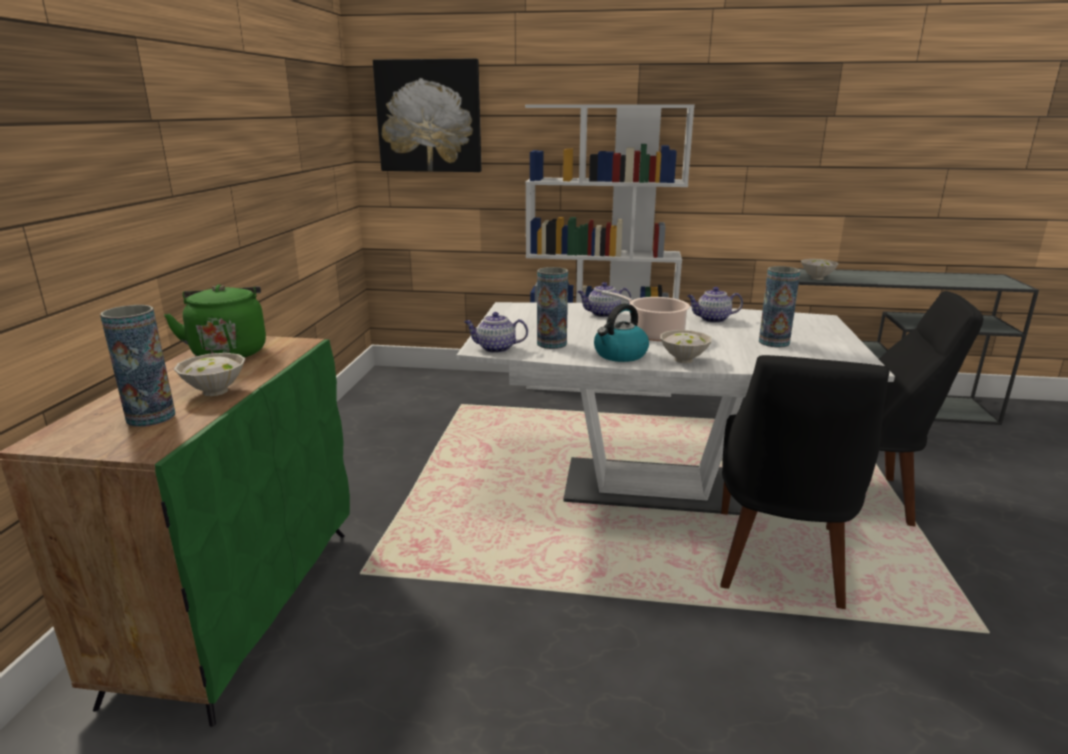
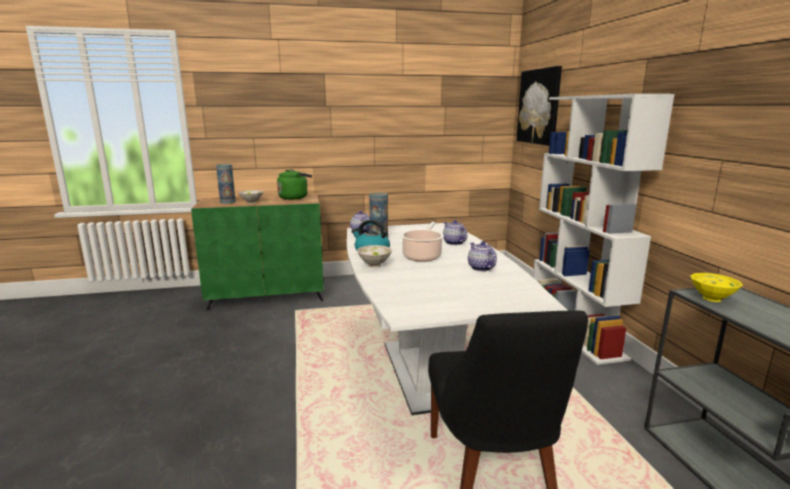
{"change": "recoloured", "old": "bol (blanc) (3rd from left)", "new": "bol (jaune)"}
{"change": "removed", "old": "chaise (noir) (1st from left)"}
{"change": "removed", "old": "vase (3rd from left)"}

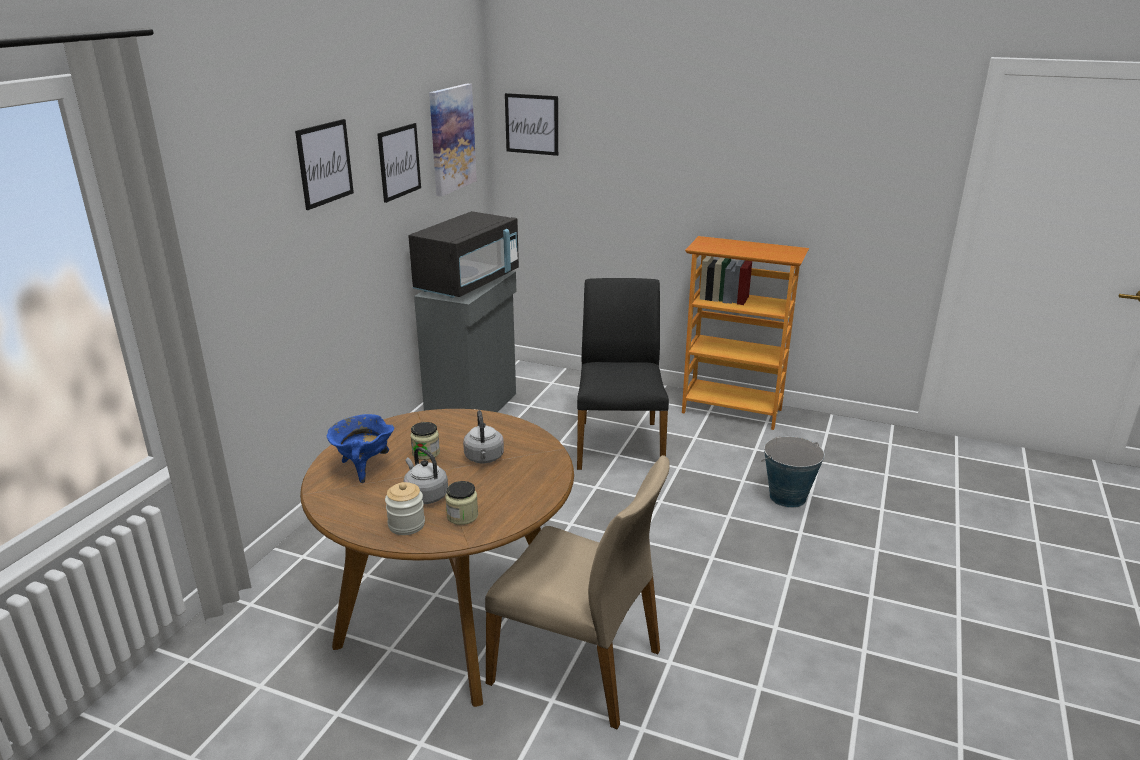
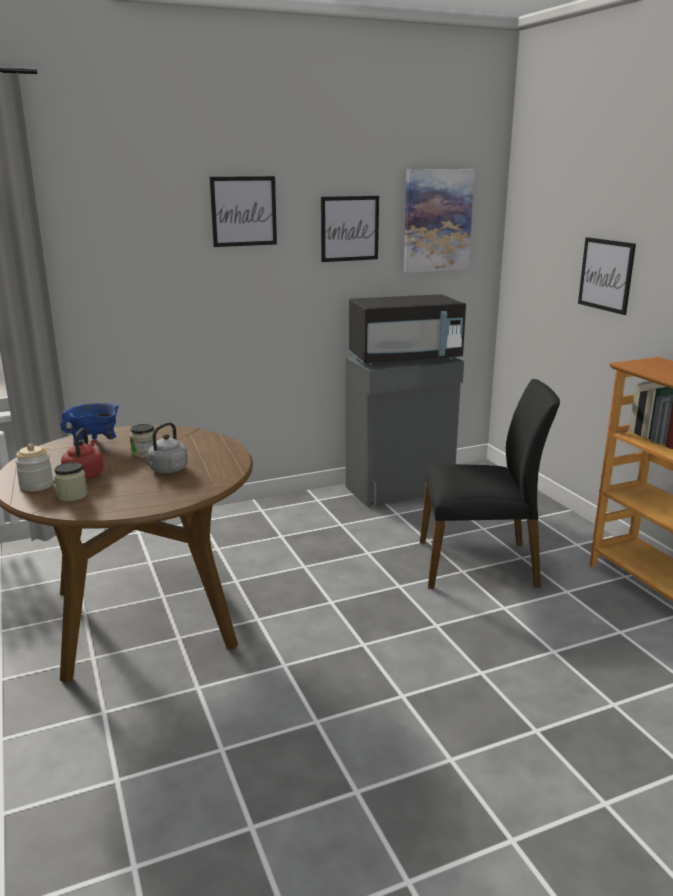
{"change": "recoloured", "old": "bouilloire (gris) (1st from left)", "new": "bouilloire (rouge)"}
{"change": "turned", "old": "chaise (noir)", "degrees": 45}
{"change": "moved", "old": "tableau (4th from left)"}
{"change": "removed", "old": "chaise (beige)"}
{"change": "removed", "old": "seau"}

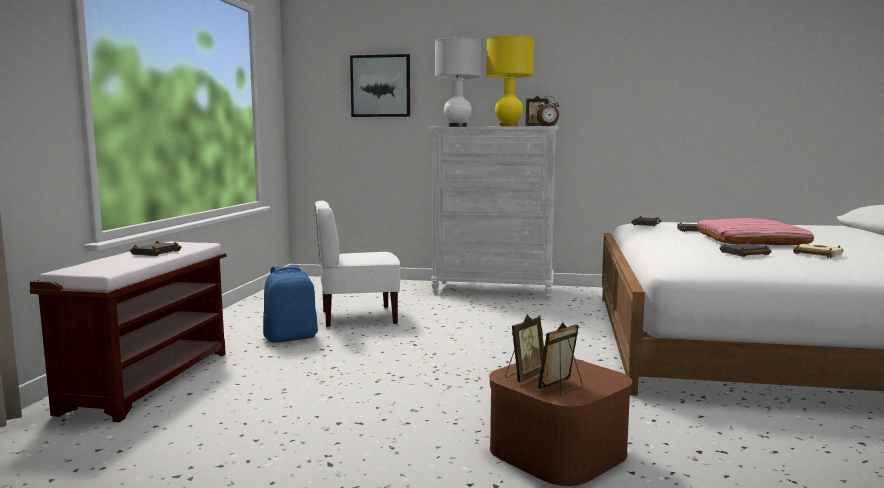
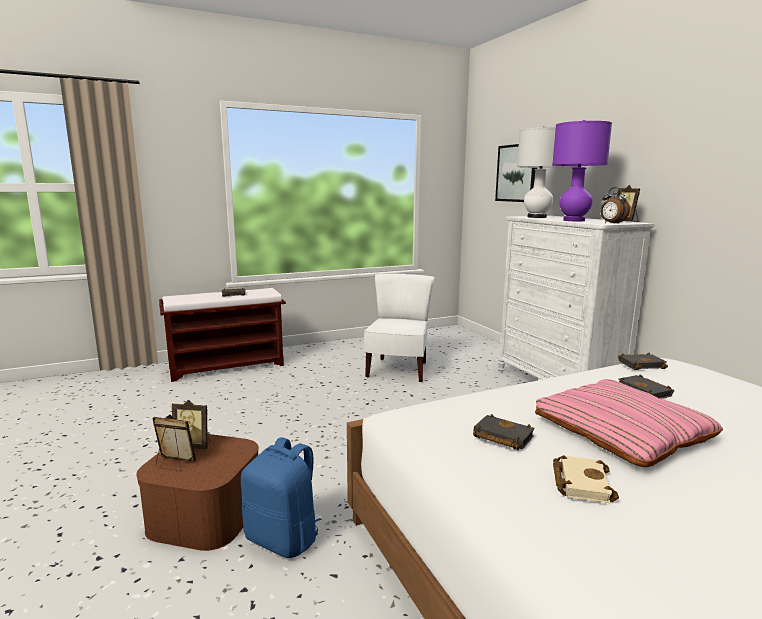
{"change": "moved", "old": "sac à dos (bleu)"}
{"change": "turned", "old": "chaise (blanc)", "degrees": 60}
{"change": "recoloured", "old": "lampe de table (jaune)", "new": "lampe de table (violet)"}

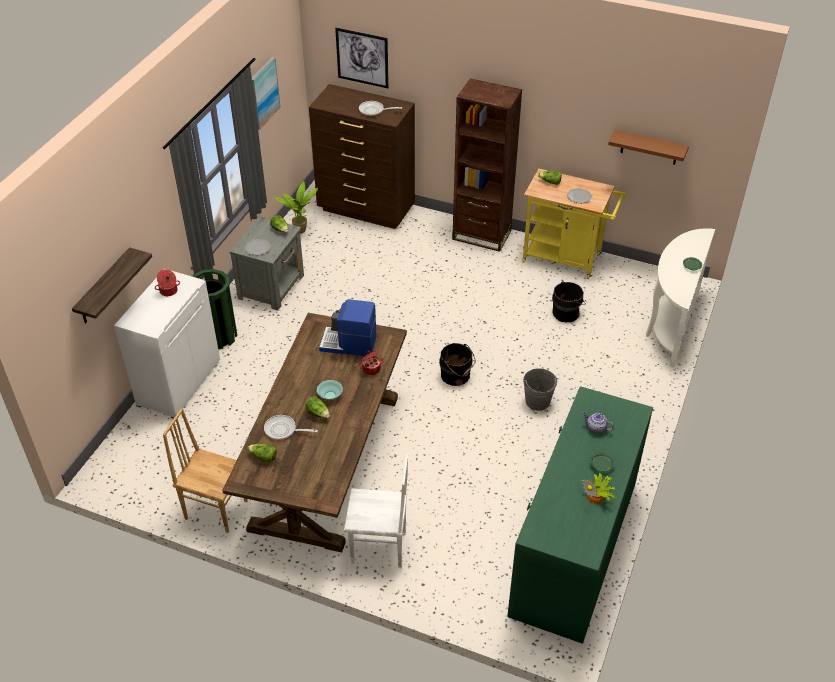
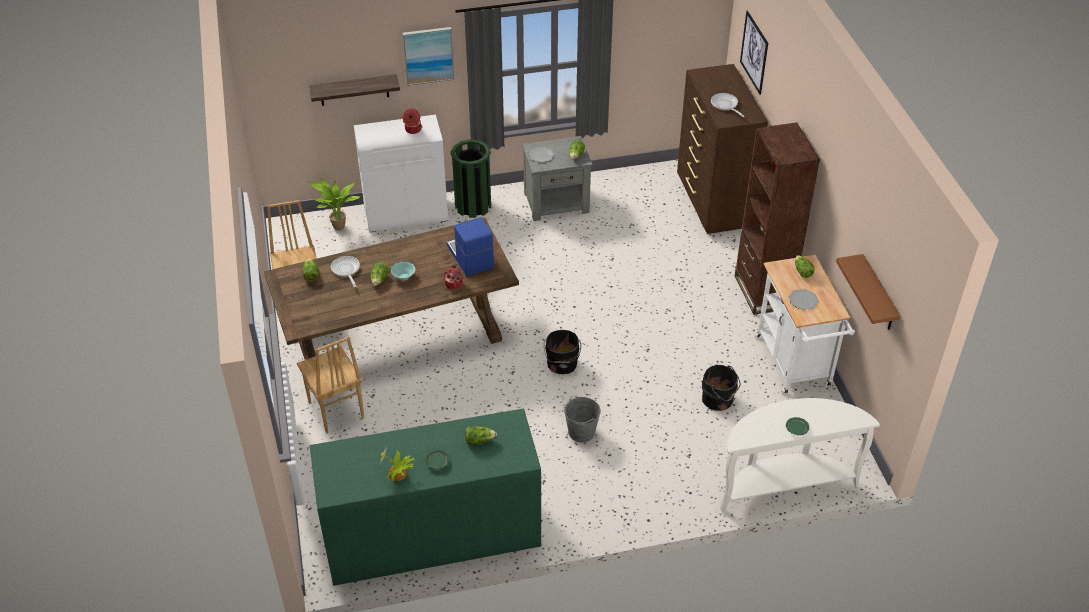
{"change": "recoloured", "old": "chaise (blanc)", "new": "chaise (marron) (2nd from left)"}
{"change": "moved", "old": "plante en pot (1st from left)"}
{"change": "moved", "old": "tableau (1st from left)"}
{"change": "replaced", "old": "théière", "new": "laitue (3rd from left)"}
{"change": "recoloured", "old": "chariot (jaune)", "new": "chariot (blanc)"}

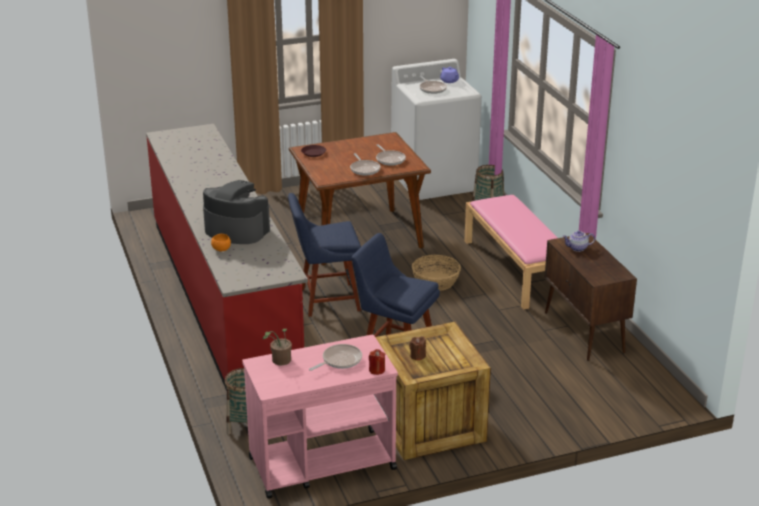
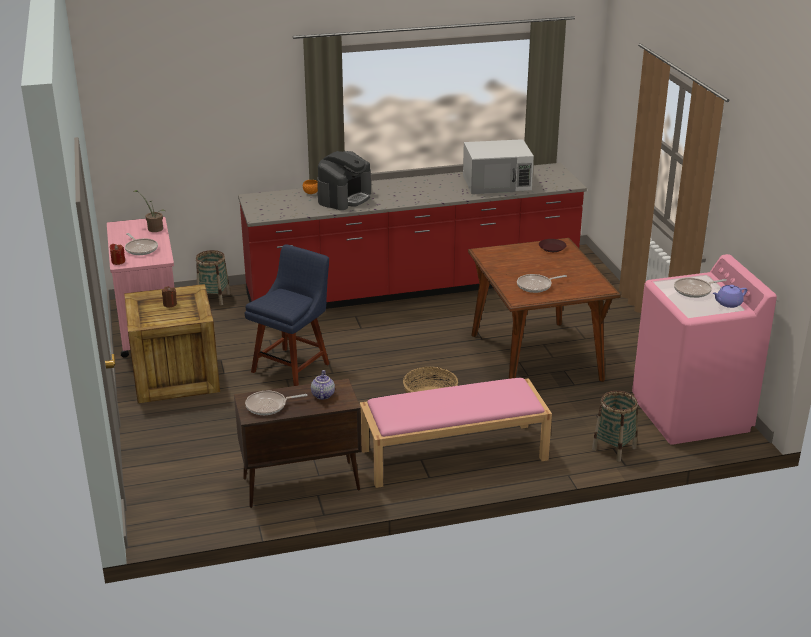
{"change": "moved", "old": "poêle (2nd from left)"}
{"change": "added", "new": "micro-ondes (blanc)"}
{"change": "recoloured", "old": "lave-linge (blanc)", "new": "lave-linge (rose)"}
{"change": "removed", "old": "chaise (bleu) (1st from left)"}

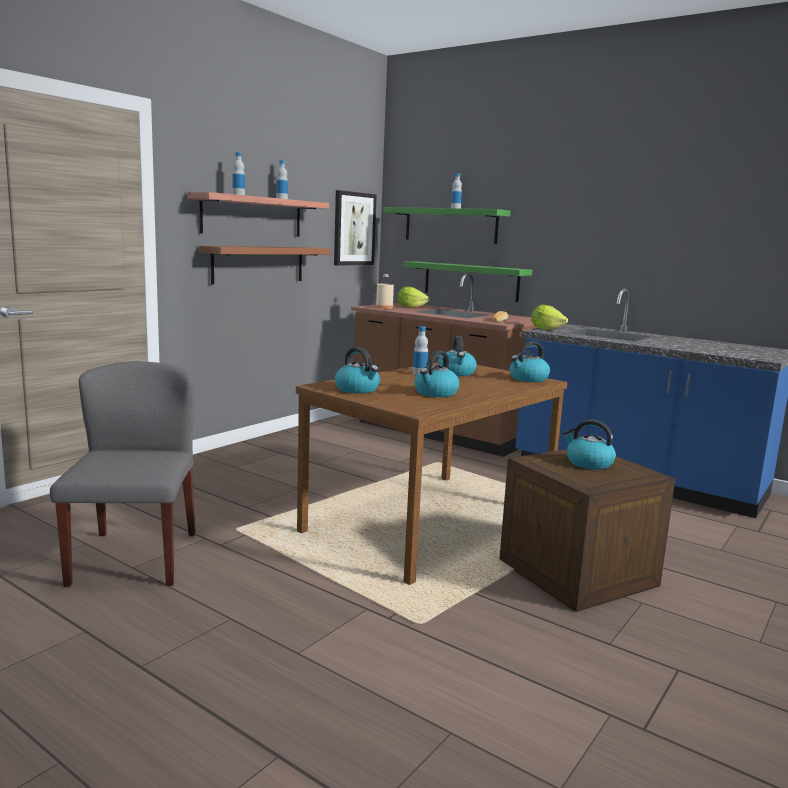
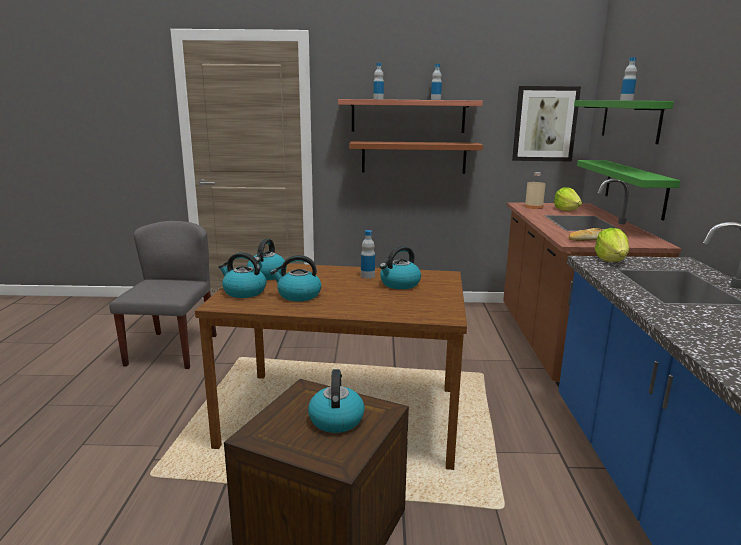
{"change": "turned", "old": "chaise (gris)", "degrees": -45}
{"change": "moved", "old": "bouilloire (4th from left in the first image)", "new": "bouilloire (1st from left)"}

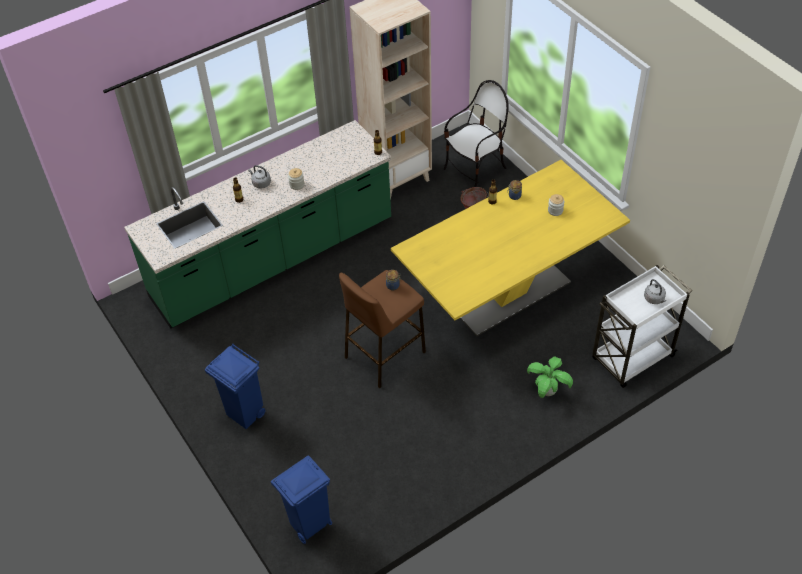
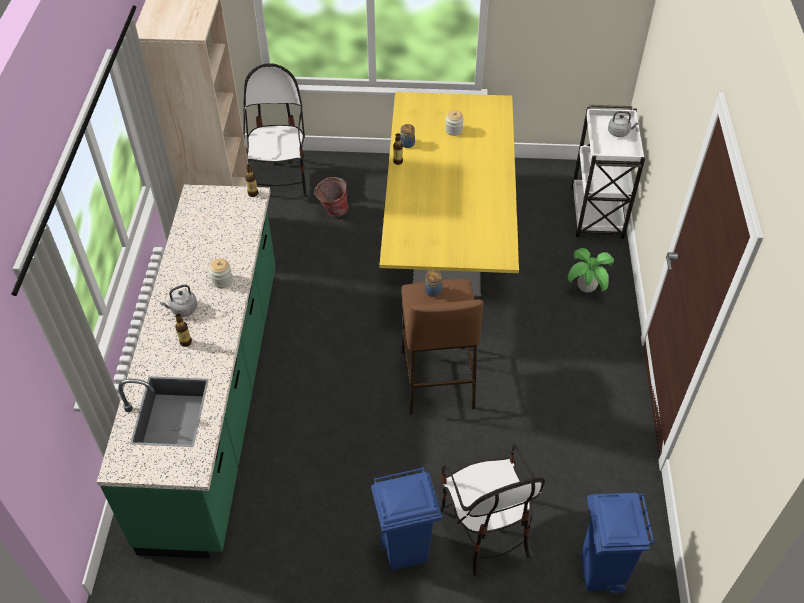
{"change": "added", "new": "chaise (2nd from left)"}

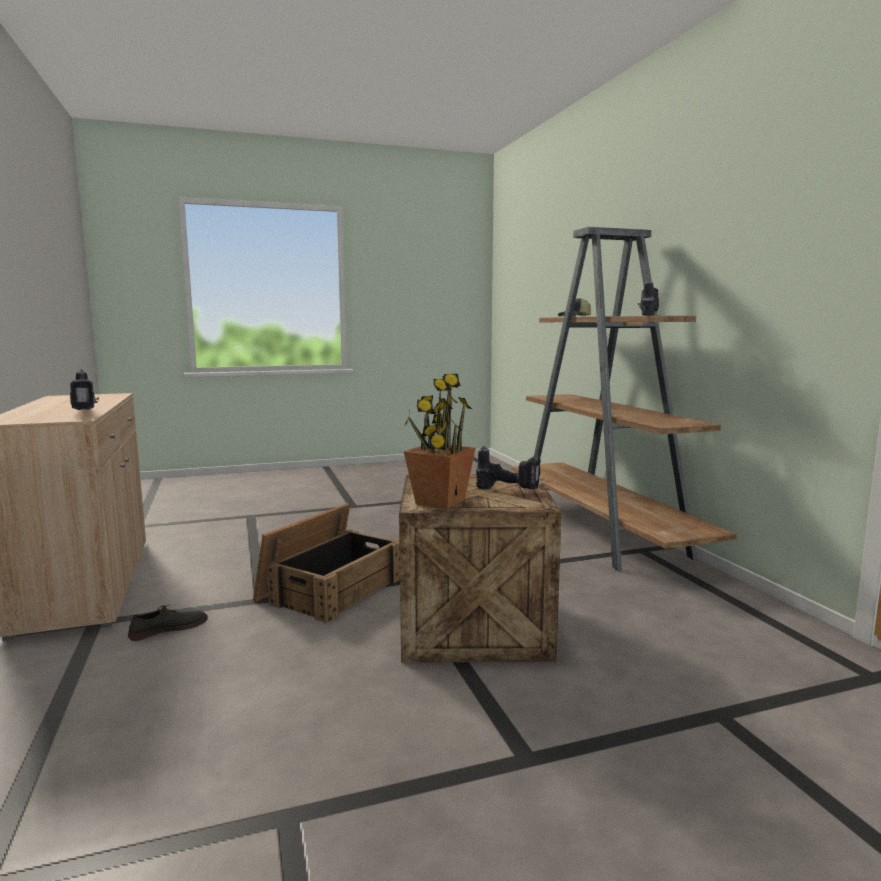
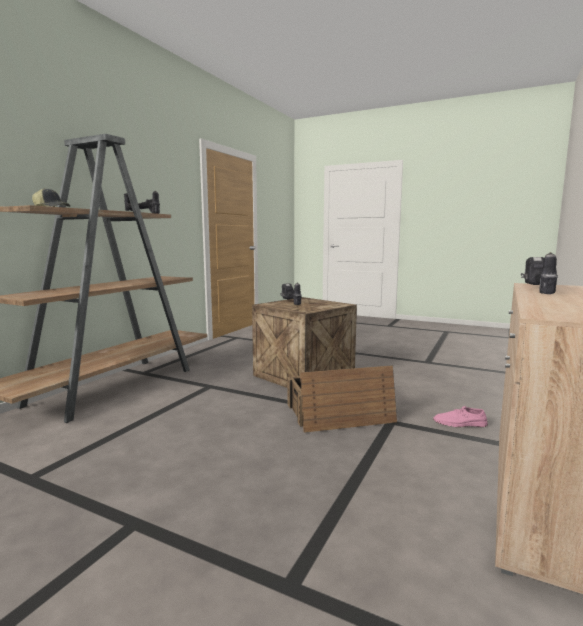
{"change": "recoloured", "old": "chaussure (gris)", "new": "chaussure (rose)"}
{"change": "removed", "old": "plante en pot"}

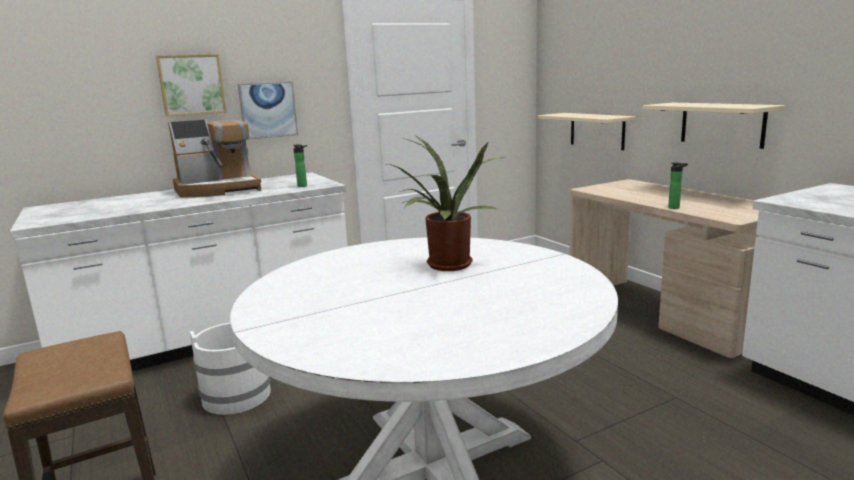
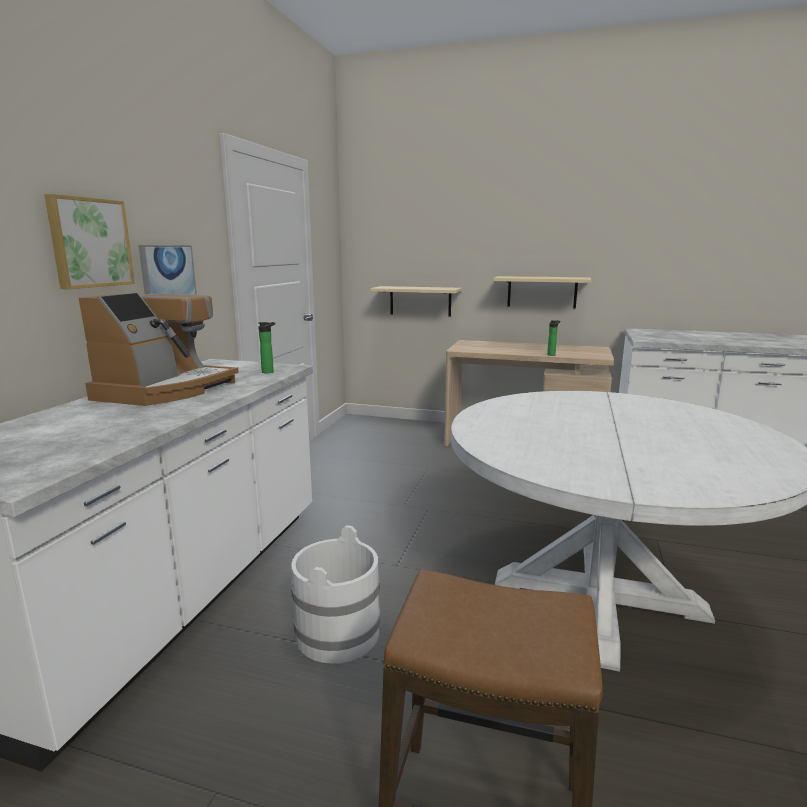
{"change": "removed", "old": "plante en pot"}

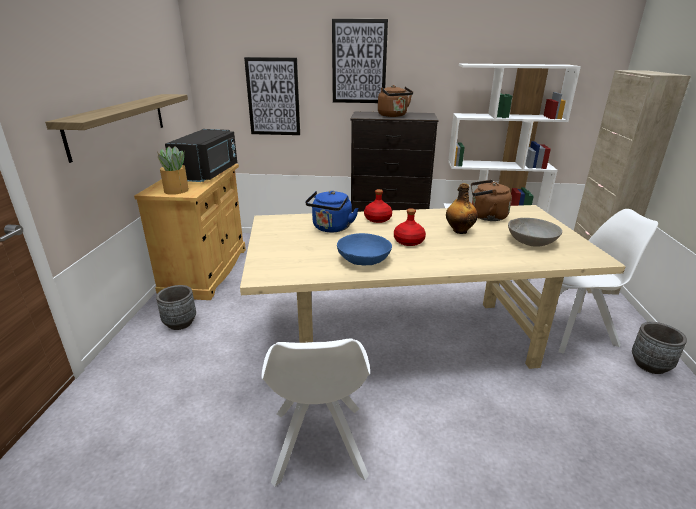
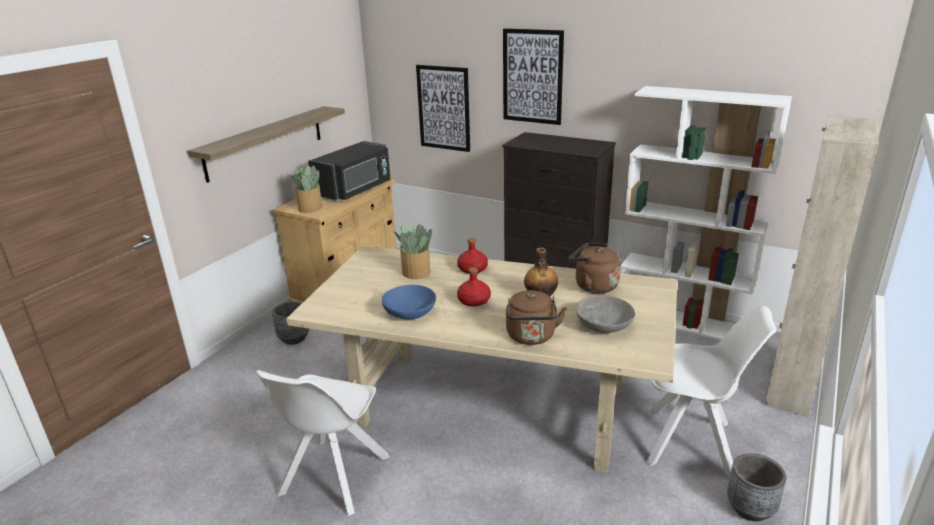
{"change": "replaced", "old": "bouilloire (bleu)", "new": "plante en pot (2nd from left)"}
{"change": "moved", "old": "bouilloire (marron) (1st from left)"}

